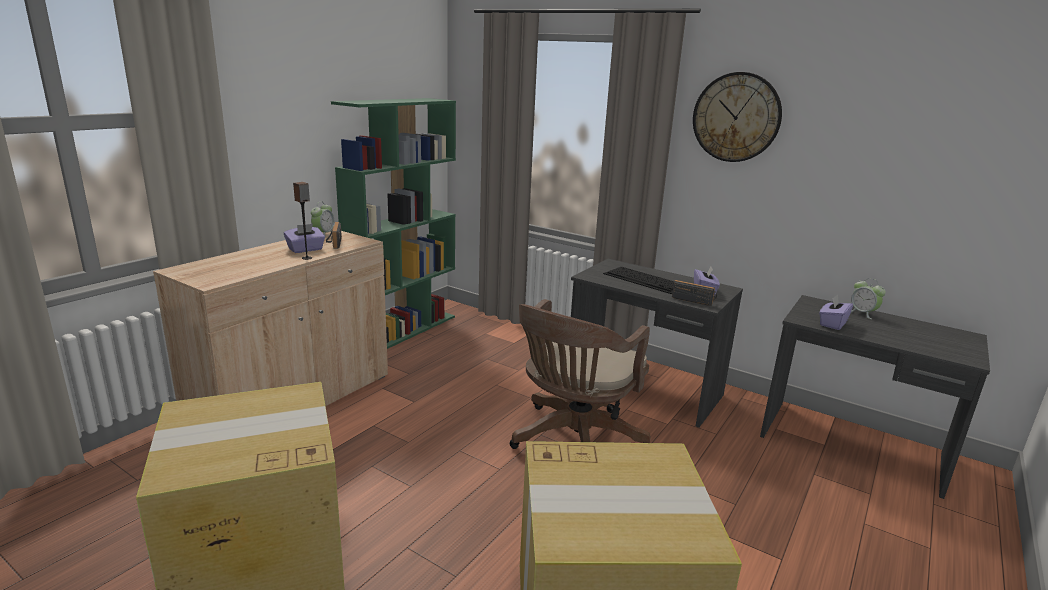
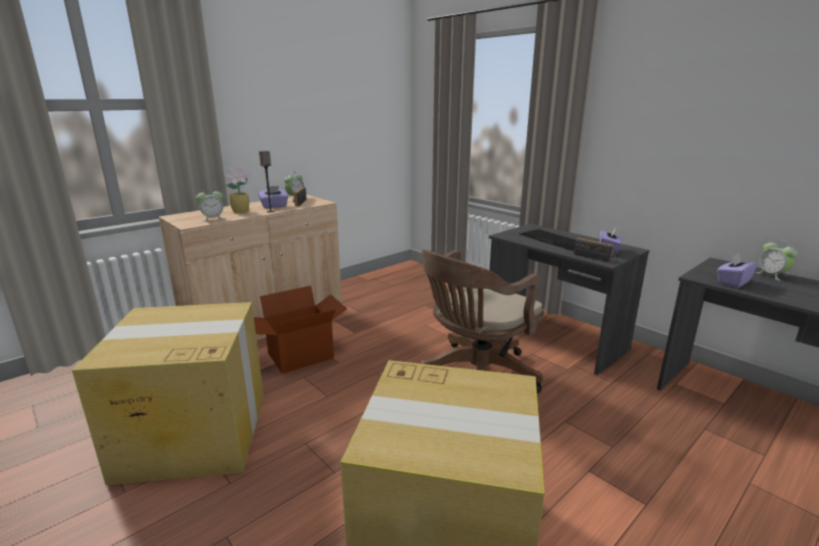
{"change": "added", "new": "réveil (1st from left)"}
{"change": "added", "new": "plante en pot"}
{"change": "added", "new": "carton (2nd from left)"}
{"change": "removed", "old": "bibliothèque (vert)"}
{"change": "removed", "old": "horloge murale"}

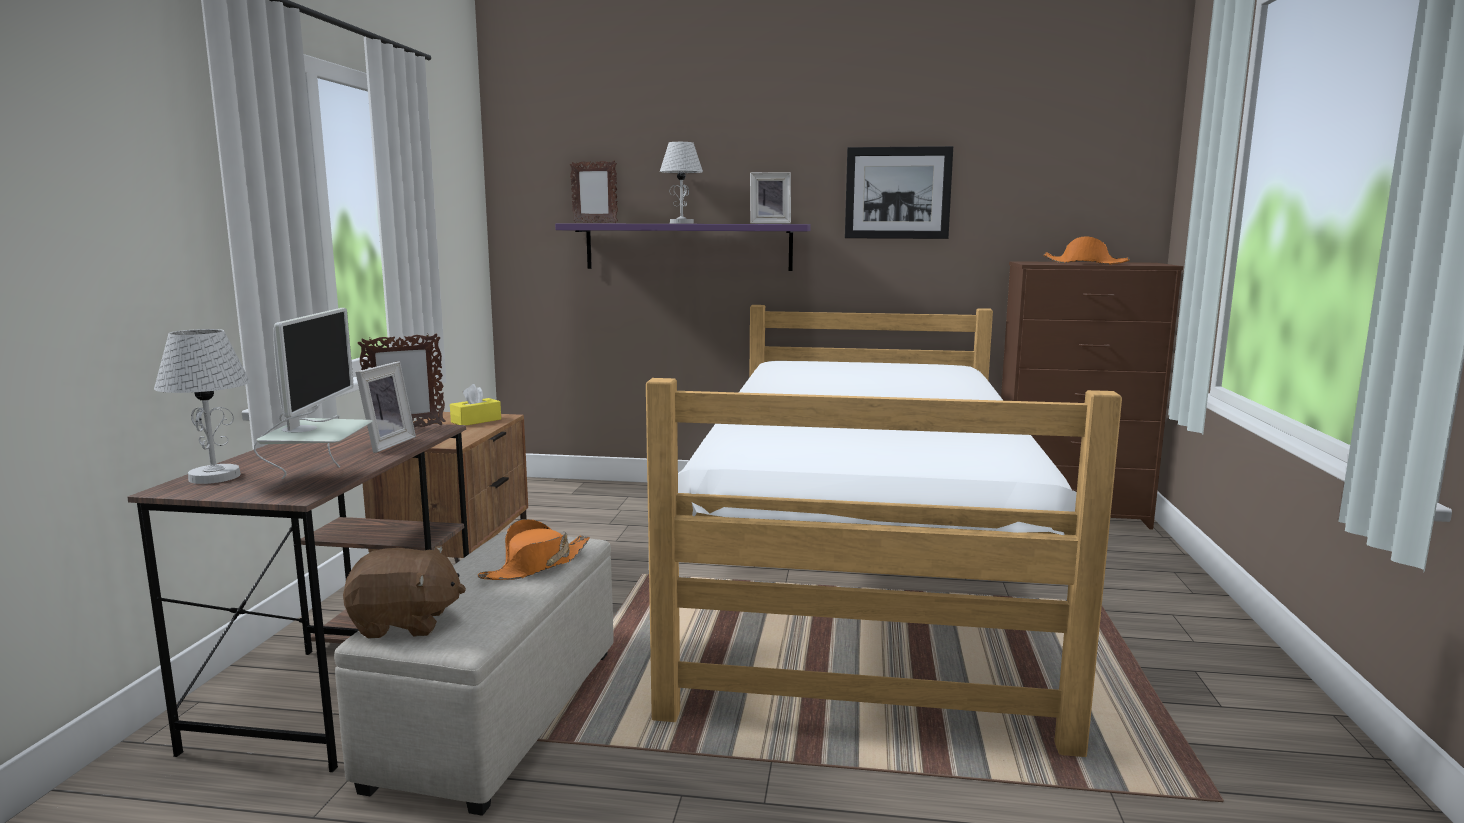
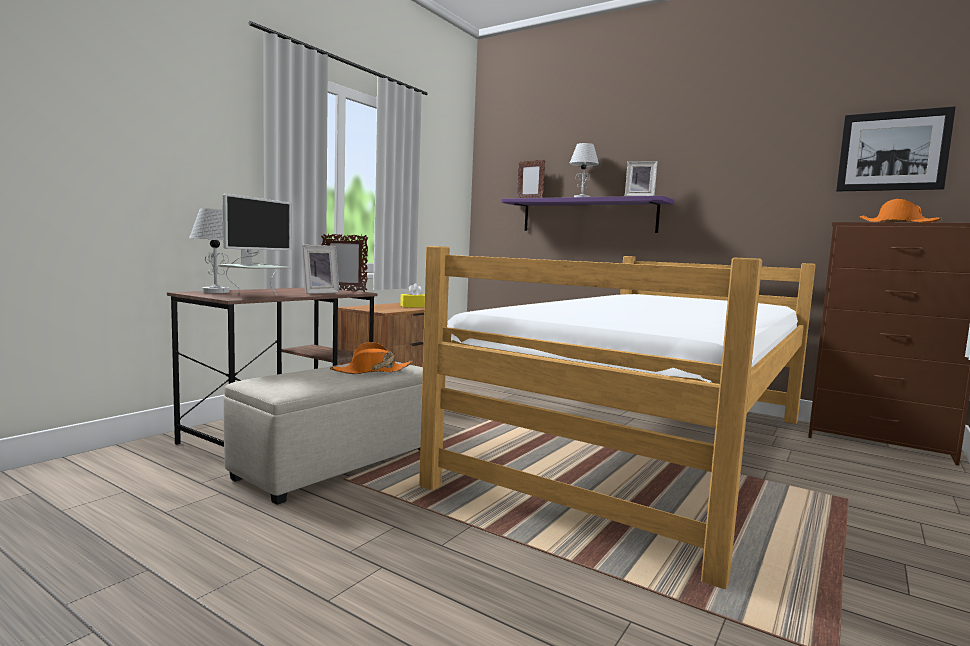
{"change": "moved", "old": "tableau"}
{"change": "removed", "old": "peluche (marron)"}

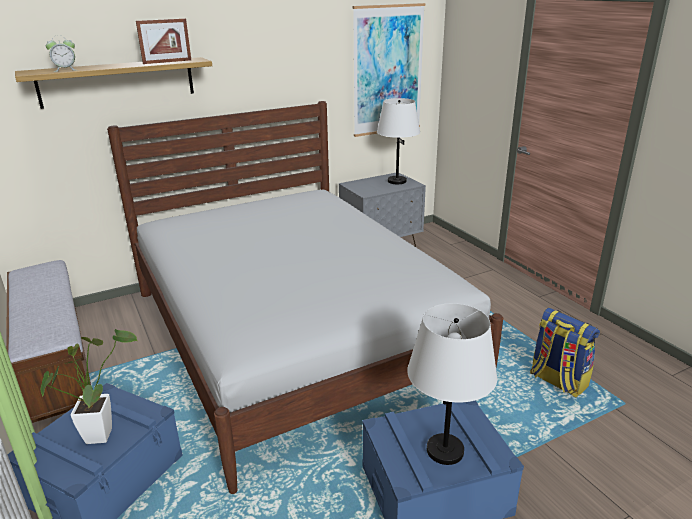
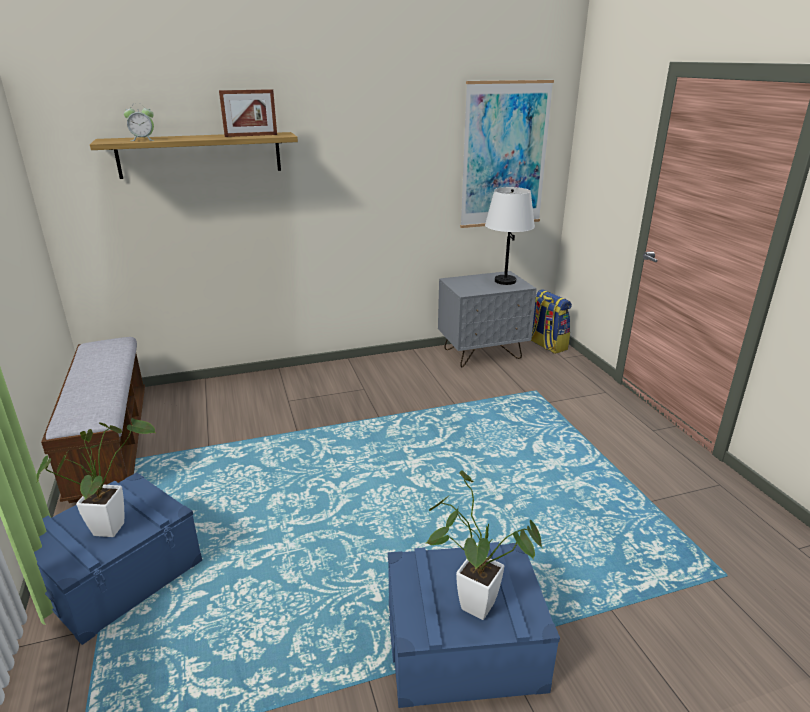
{"change": "replaced", "old": "lampe de table (blanc) (2nd from left)", "new": "plante en pot (2nd from left)"}
{"change": "moved", "old": "sac à dos"}
{"change": "removed", "old": "lit (blanc)"}

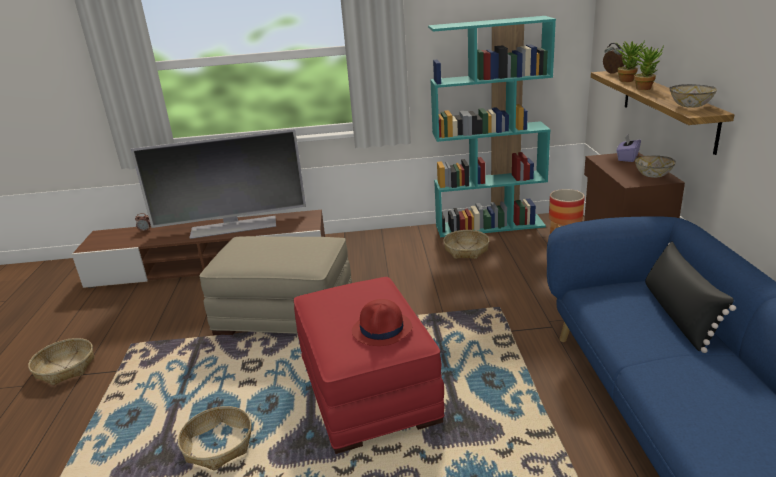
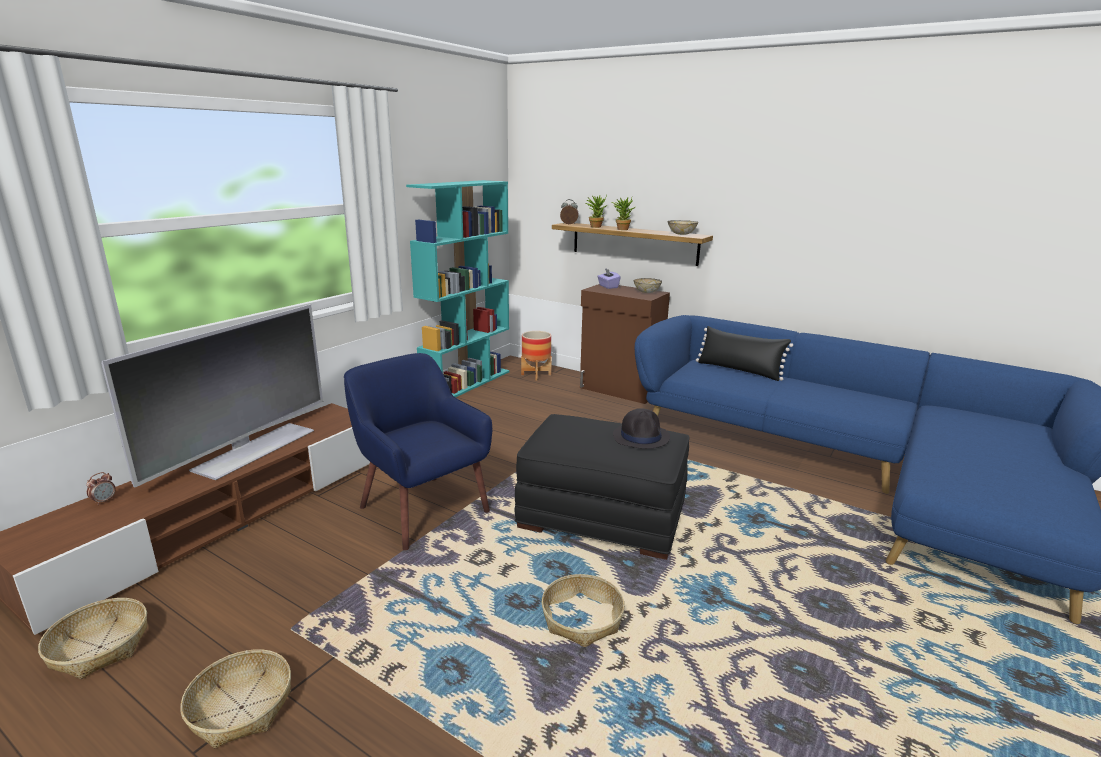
{"change": "moved", "old": "panier (3rd from left in the first image)", "new": "panier (1st from left)"}
{"change": "replaced", "old": "pouf (beige)", "new": "fauteuil (bleu)"}
{"change": "recoloured", "old": "pouf (rouge)", "new": "pouf (noir)"}
{"change": "recoloured", "old": "chapeau (rouge)", "new": "chapeau (noir)"}

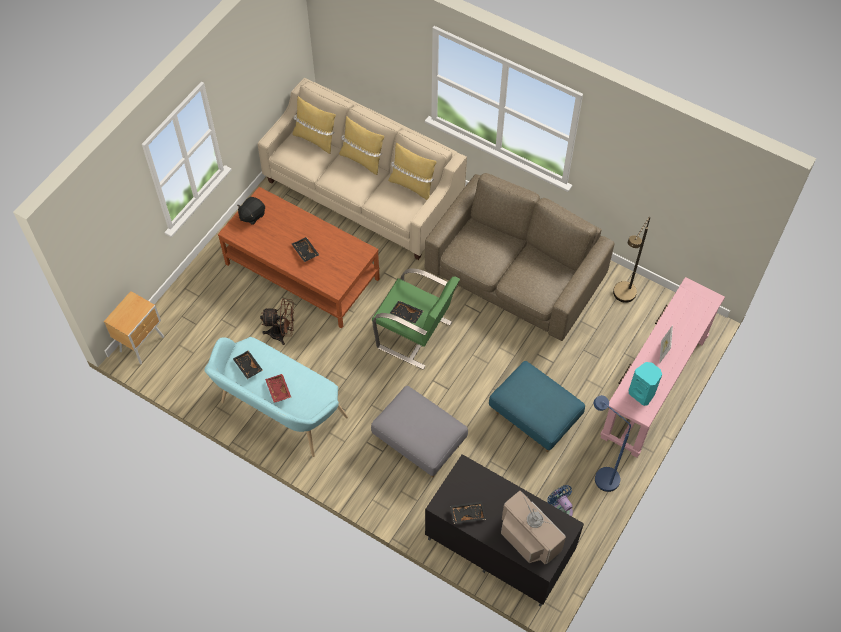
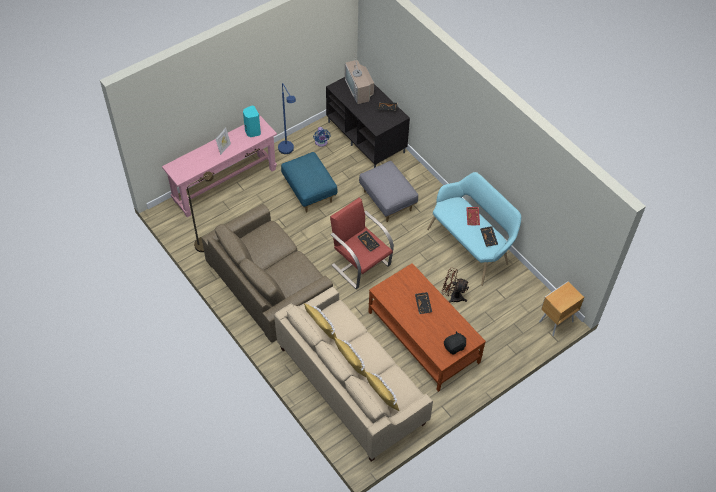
{"change": "recoloured", "old": "fauteuil (vert)", "new": "fauteuil (rouge)"}

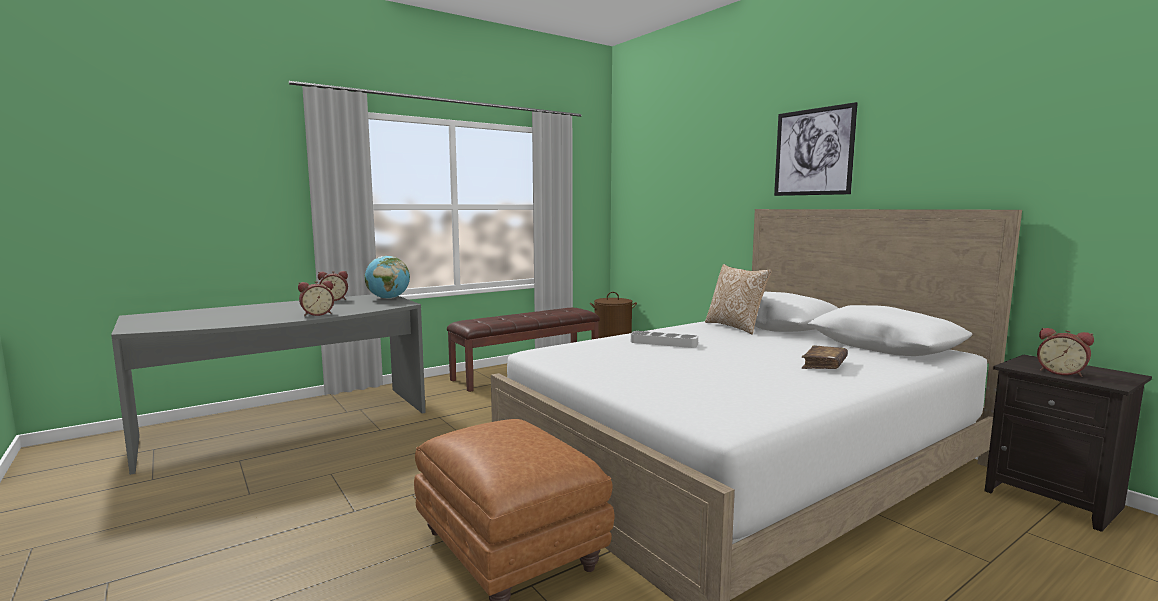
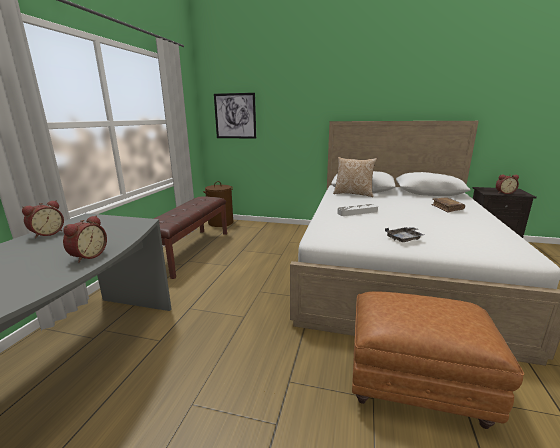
{"change": "moved", "old": "tableau"}
{"change": "added", "new": "plateau (gris) (2nd from left)"}
{"change": "removed", "old": "globe"}

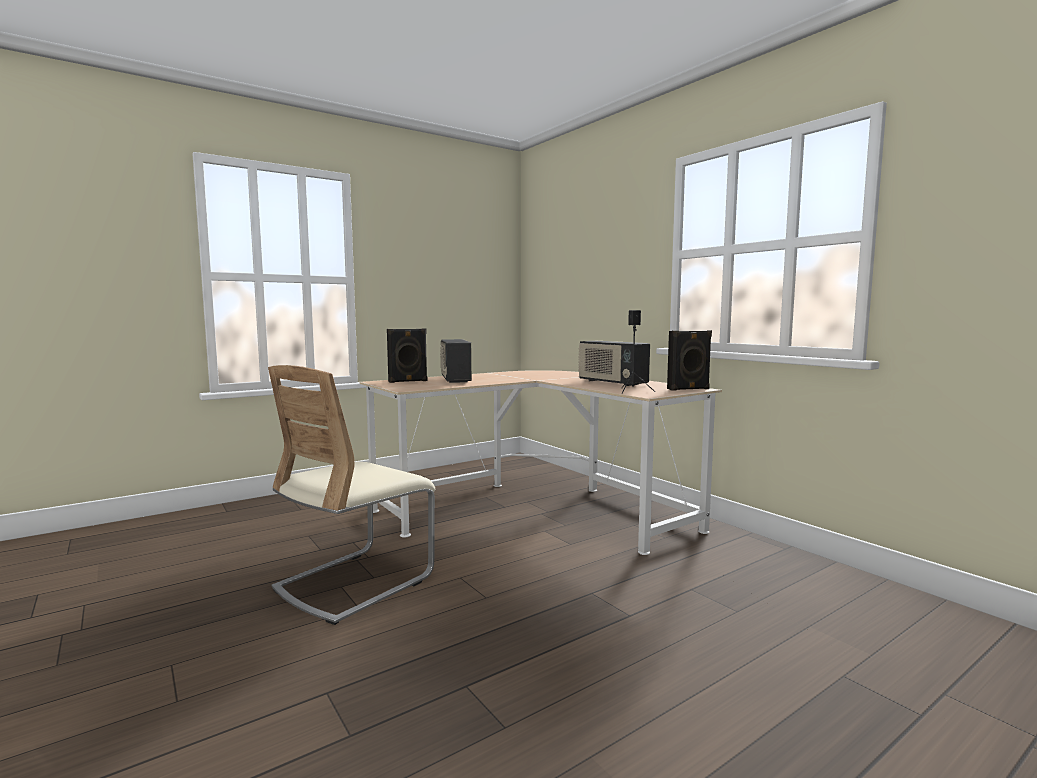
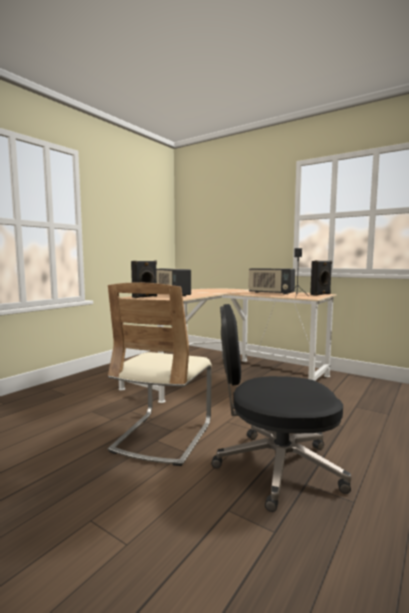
{"change": "added", "new": "chaise de bureau (noir)"}

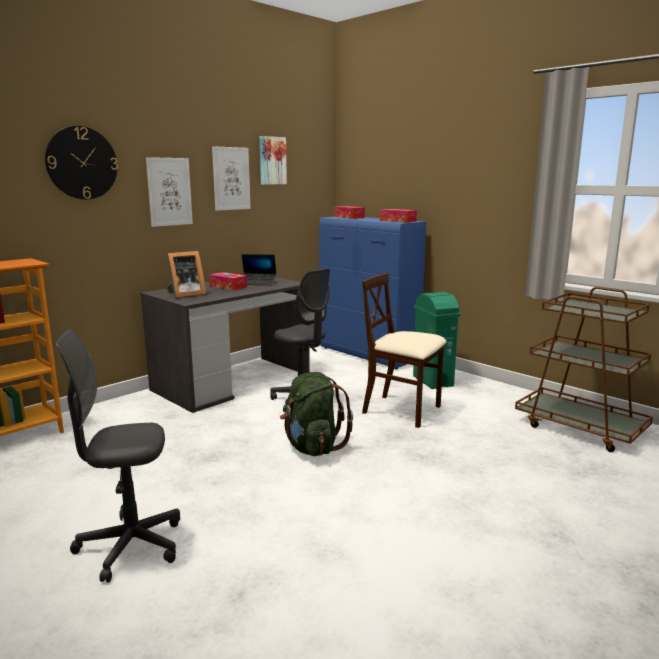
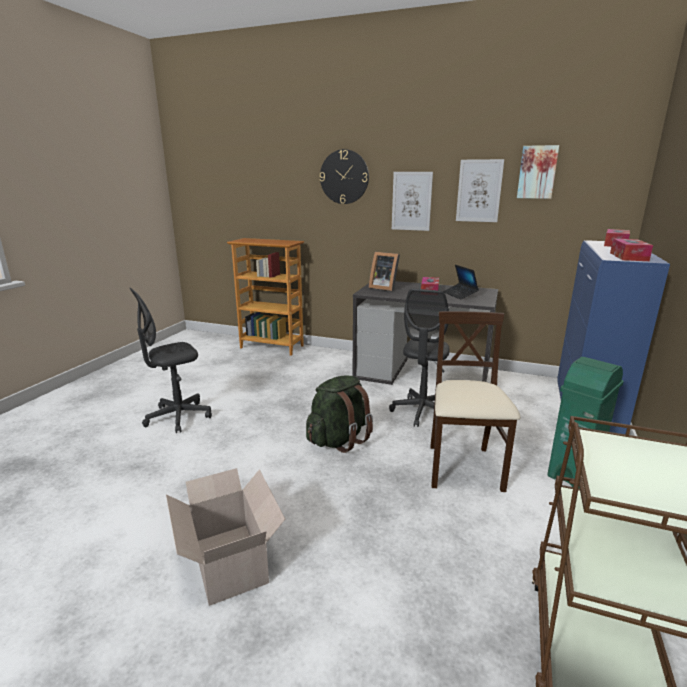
{"change": "turned", "old": "chaise de bureau (gris) (1st from left)", "degrees": -90}
{"change": "added", "new": "carton"}

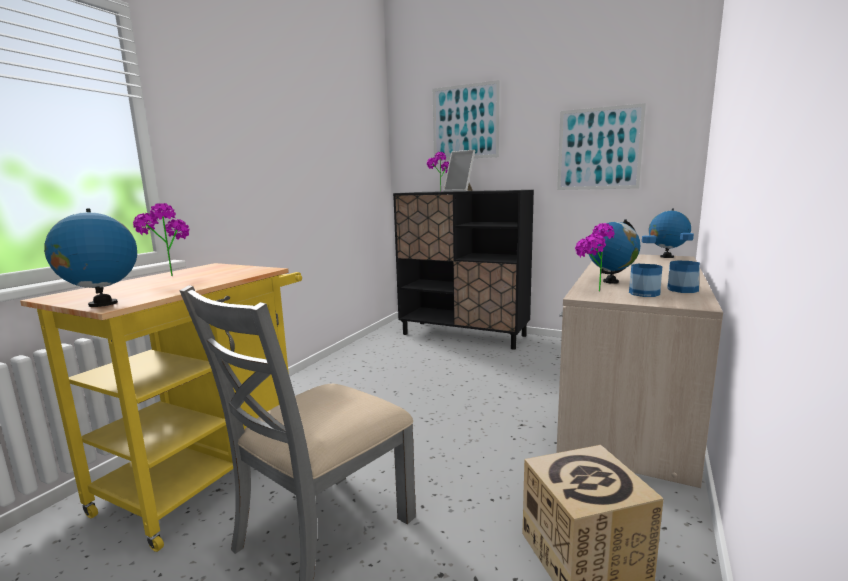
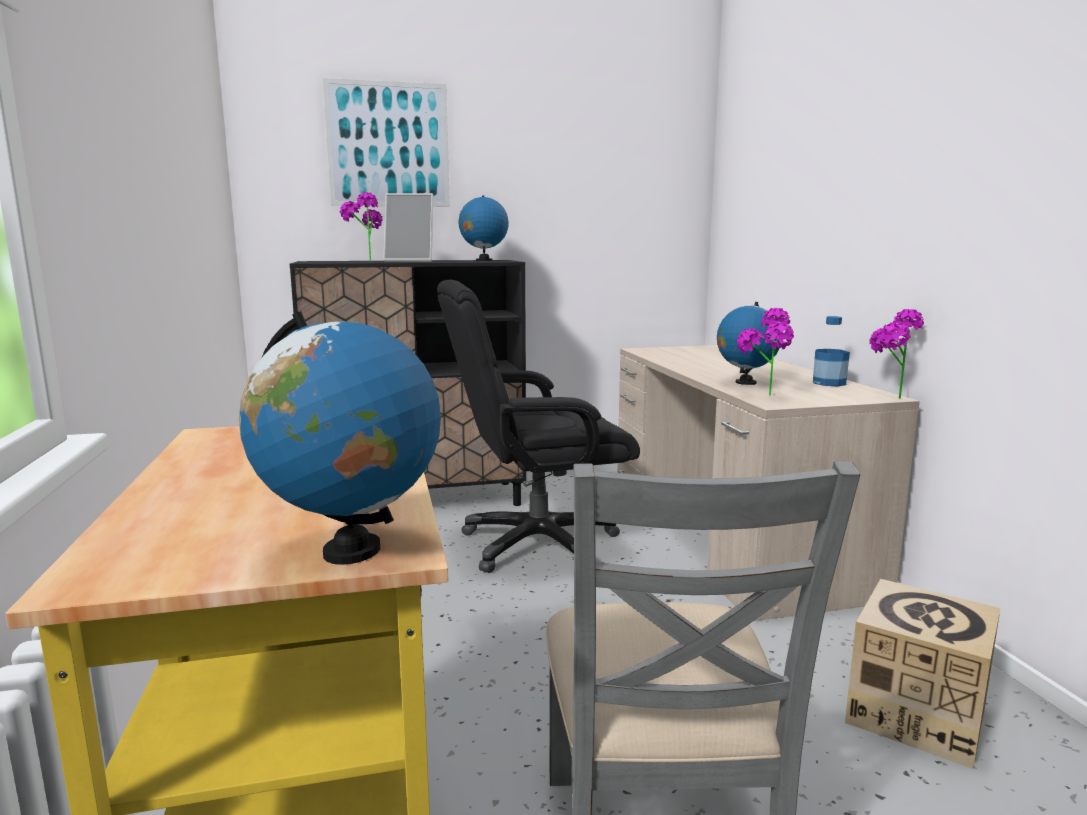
{"change": "added", "new": "chaise de bureau (noir)"}
{"change": "moved", "old": "globe (3rd from left in the first image)", "new": "globe (2nd from left)"}
{"change": "moved", "old": "plante en pot (1st from left in the first image)", "new": "plante en pot (3rd from left)"}
{"change": "removed", "old": "tableau (2nd from left)"}
{"change": "removed", "old": "bouteille (1st from left)"}

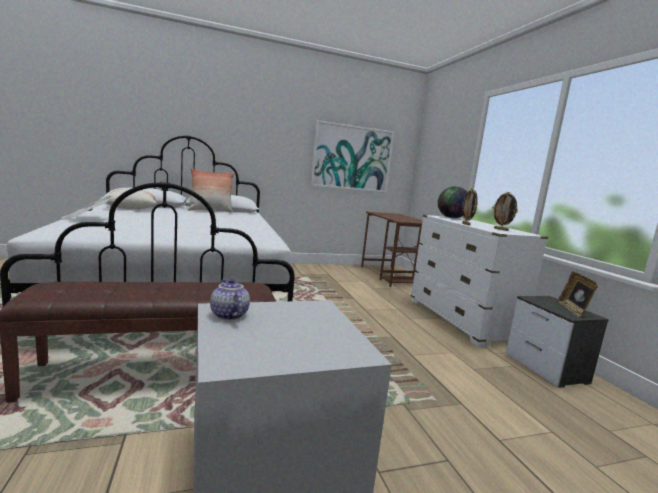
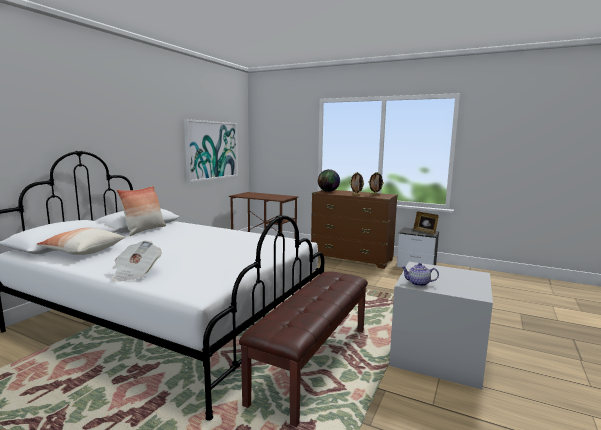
{"change": "recoloured", "old": "commode (blanc)", "new": "commode (marron)"}

